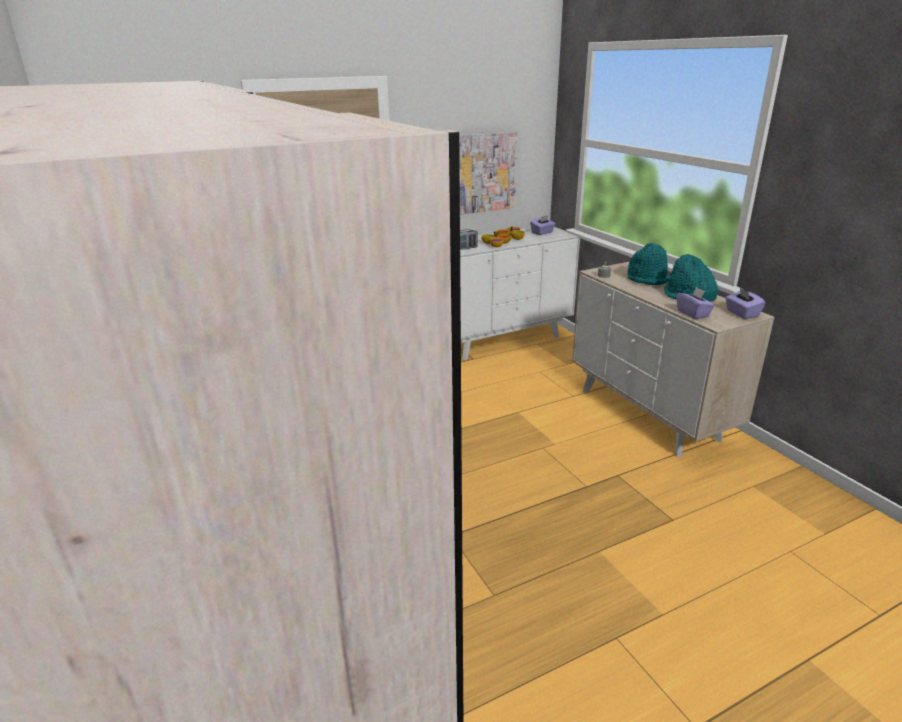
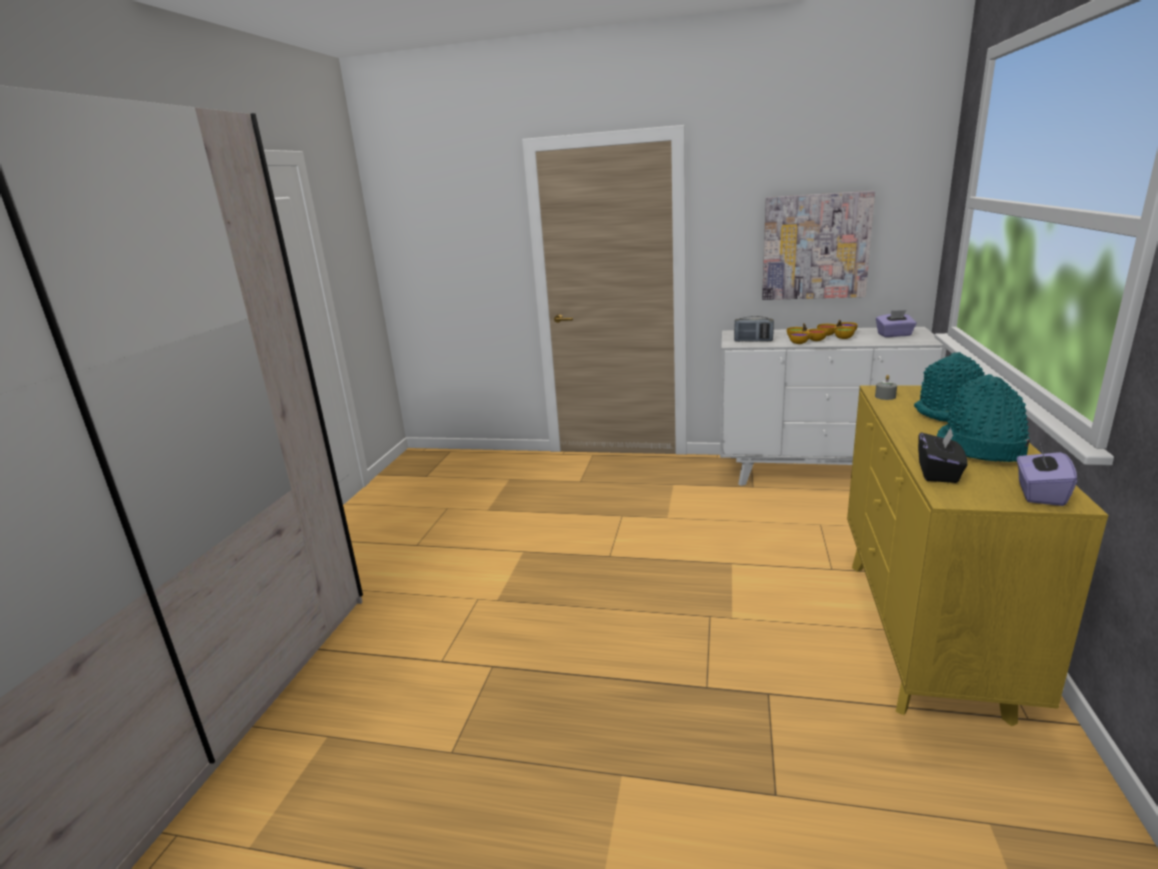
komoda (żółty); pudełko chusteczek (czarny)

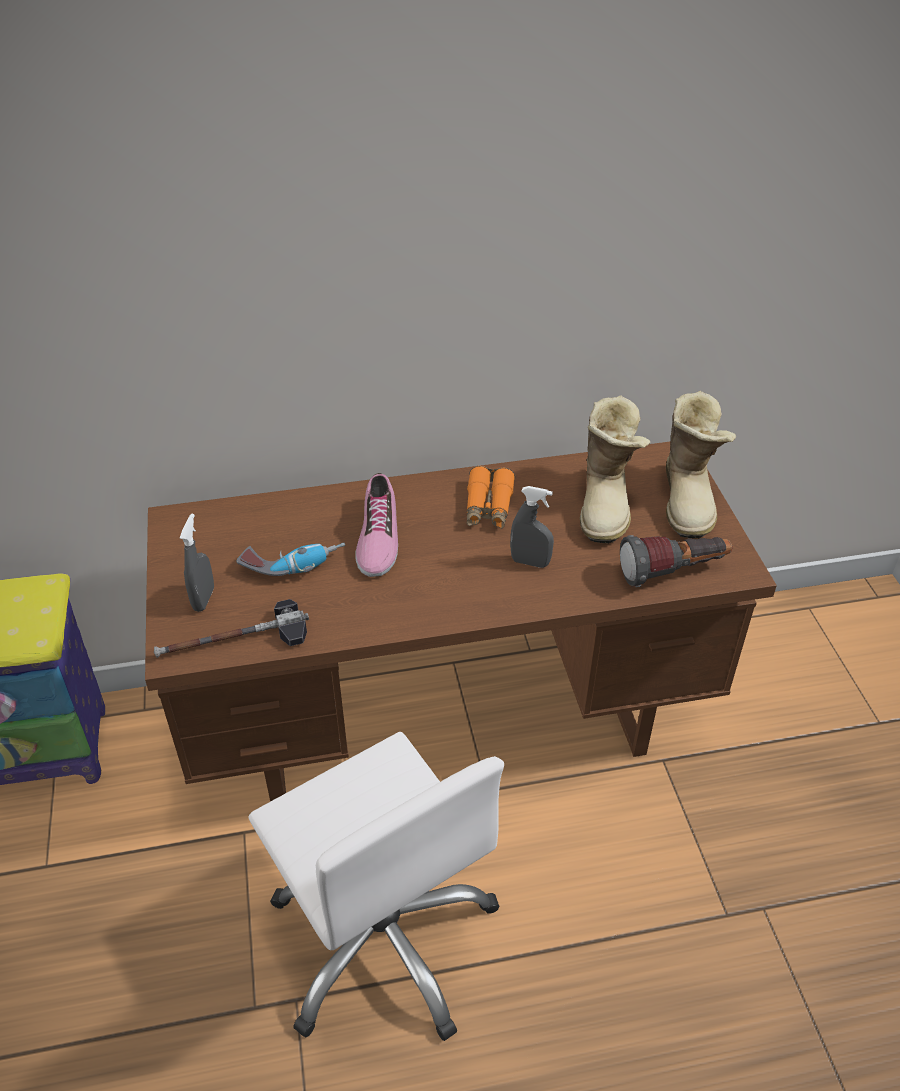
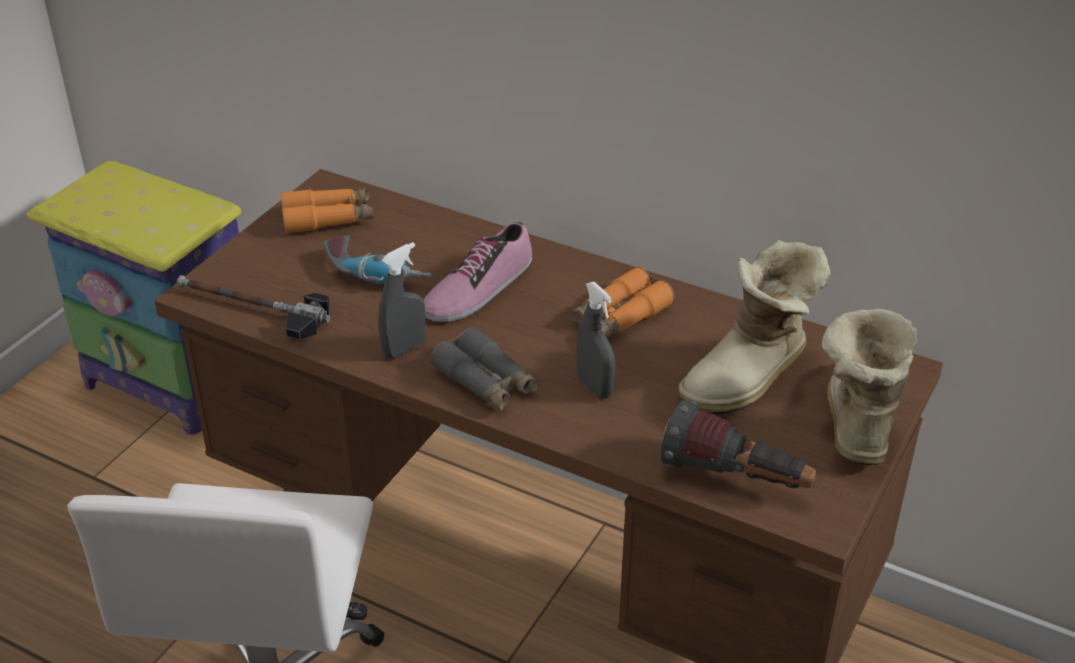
but z cholewką (2nd from left); spryskiwacz (szary) (1st from left); lornetka (pomarańczowy) (1st from left); lornetka (szary)

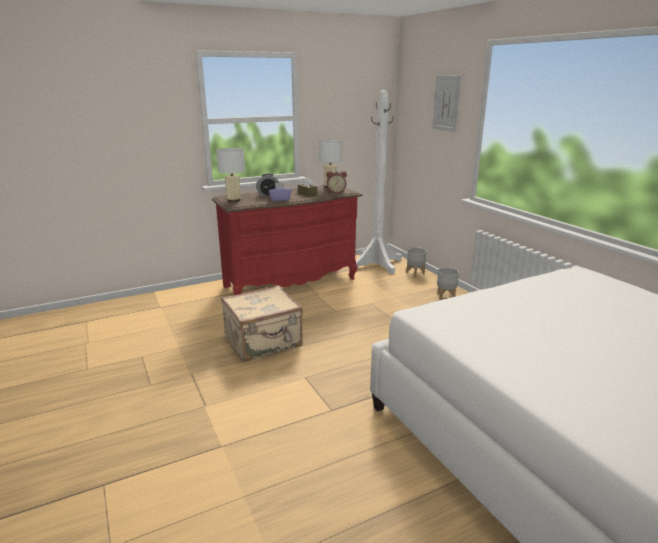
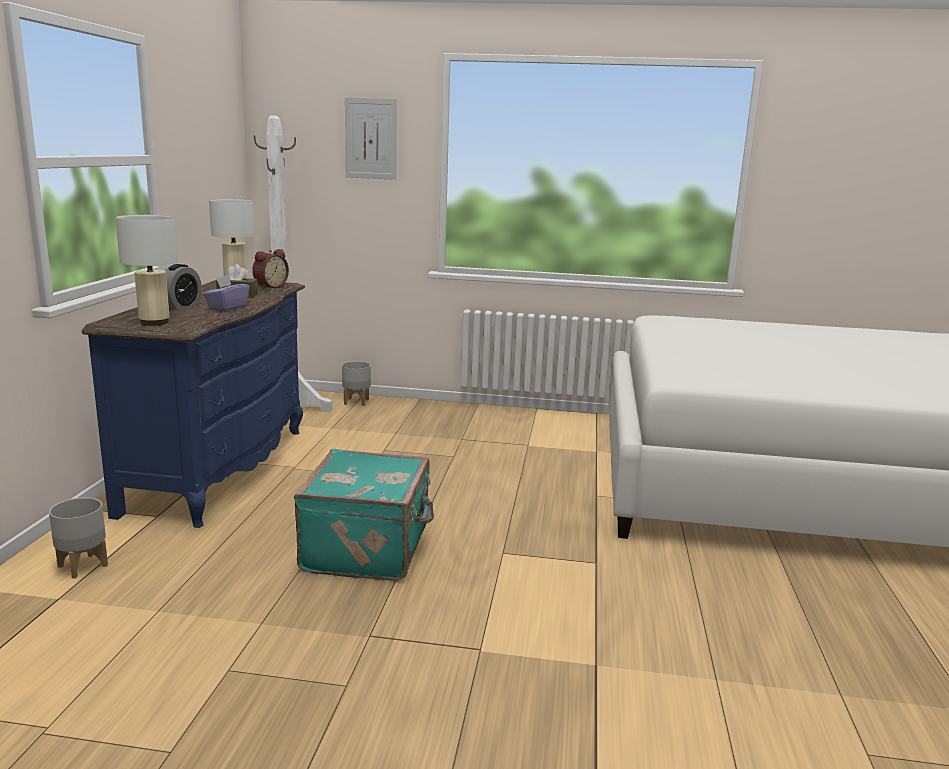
komoda (niebieski); donica (szary) (1st from left); walizka (turkusowy)

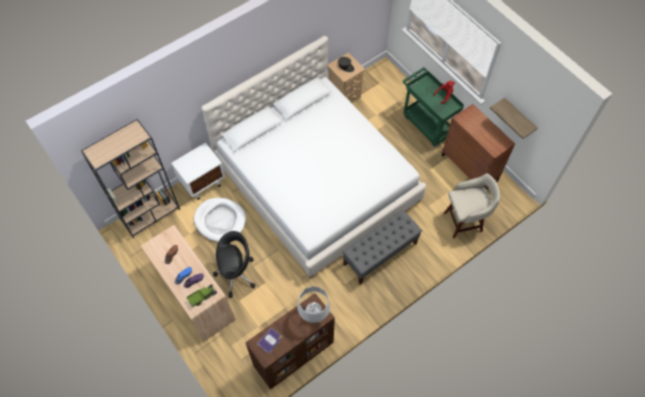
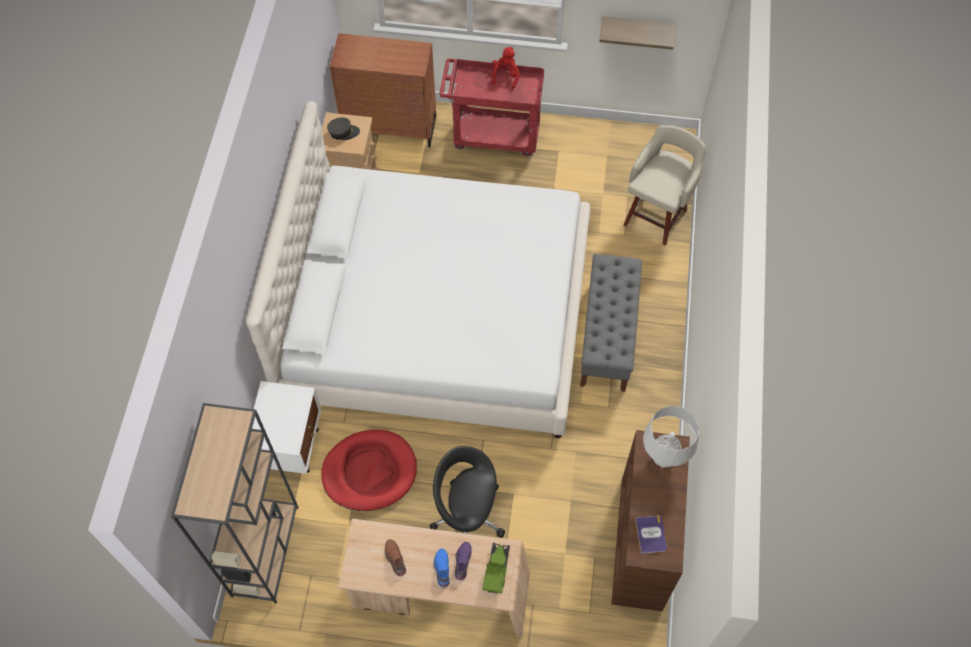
wózek (czerwony); komoda (brązowy); legowisko (czerwony); krzesło biurowe (czarny)

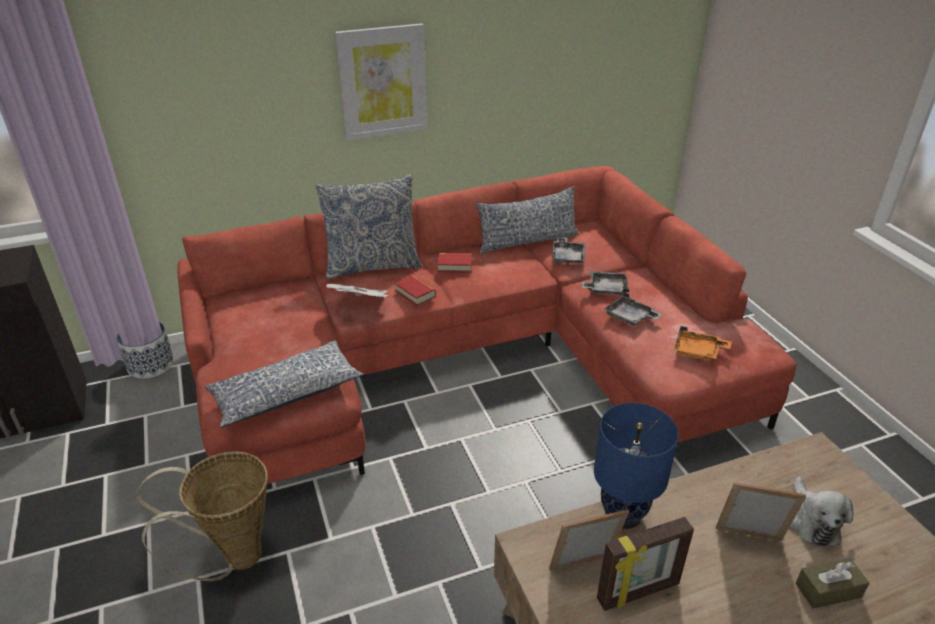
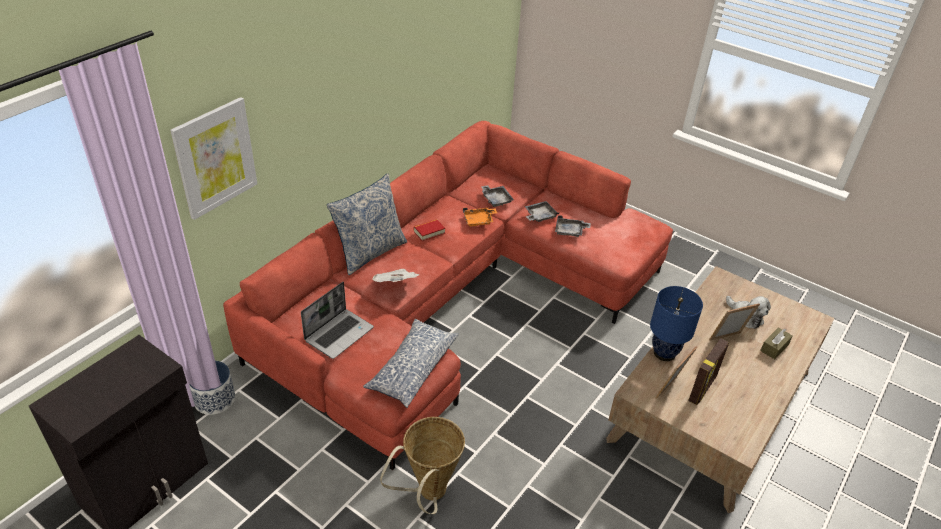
obraz; poduszka (3rd from left in the first image); książka (1st from left in the first image); taca (pomarańczowy); laptop

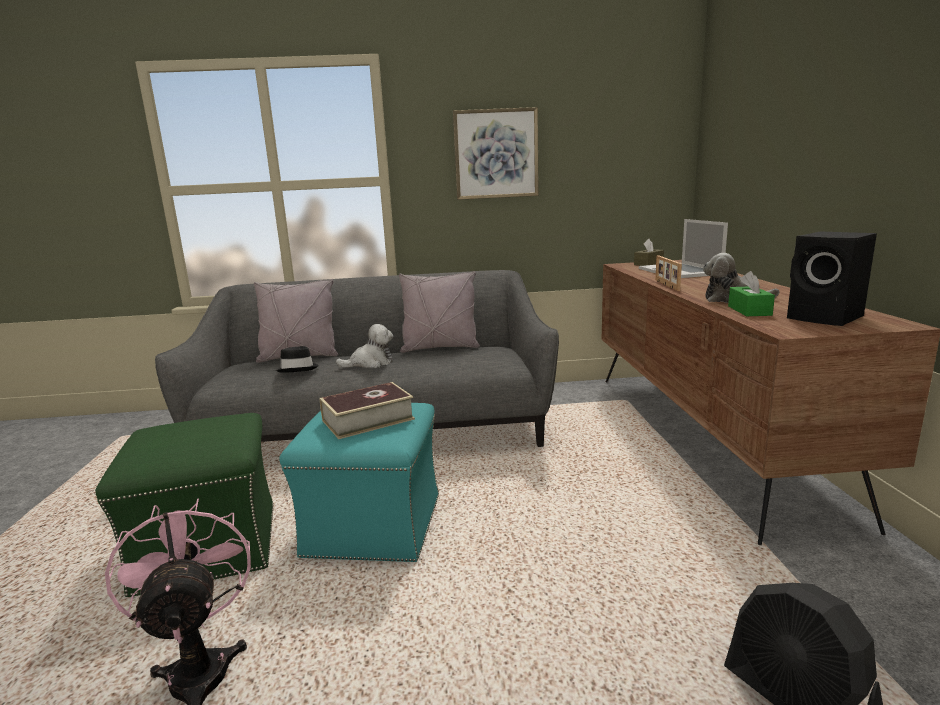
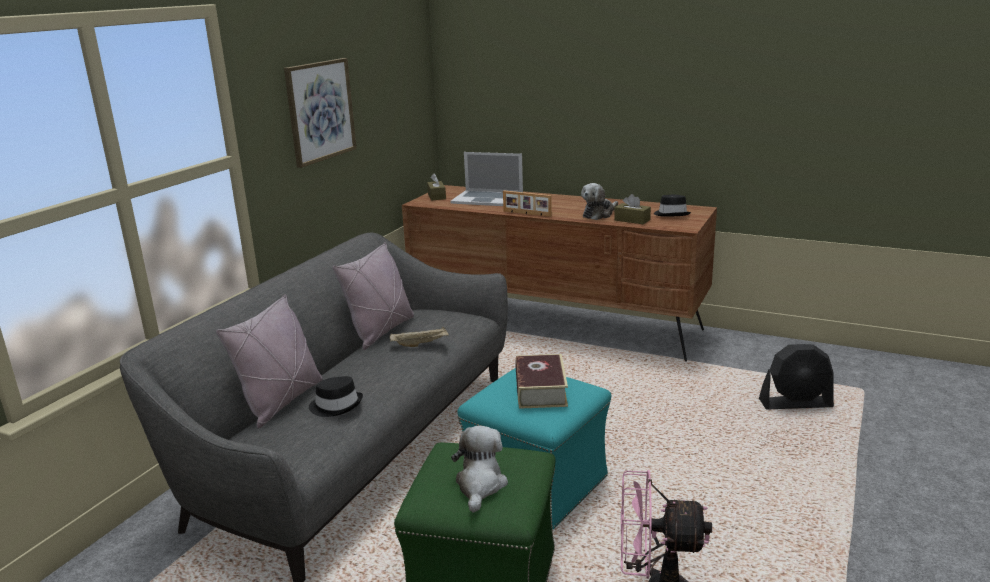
kapelusz (czarny) (2nd from left); pudełko chusteczek (brązowy) (2nd from left); pluszak (1st from left); taca (beżowy)

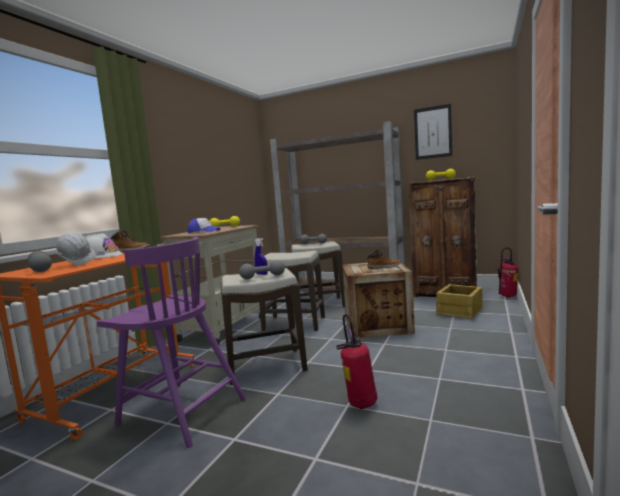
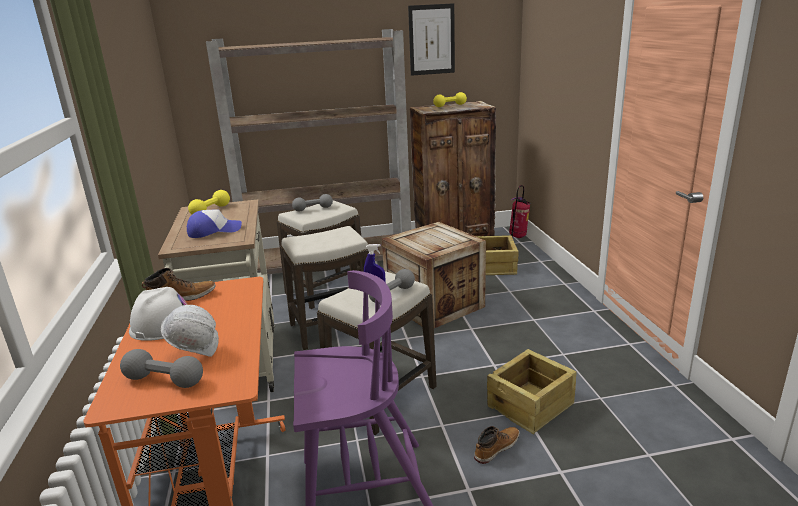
but z cholewką (2nd from left); skrzynka (3rd from left)

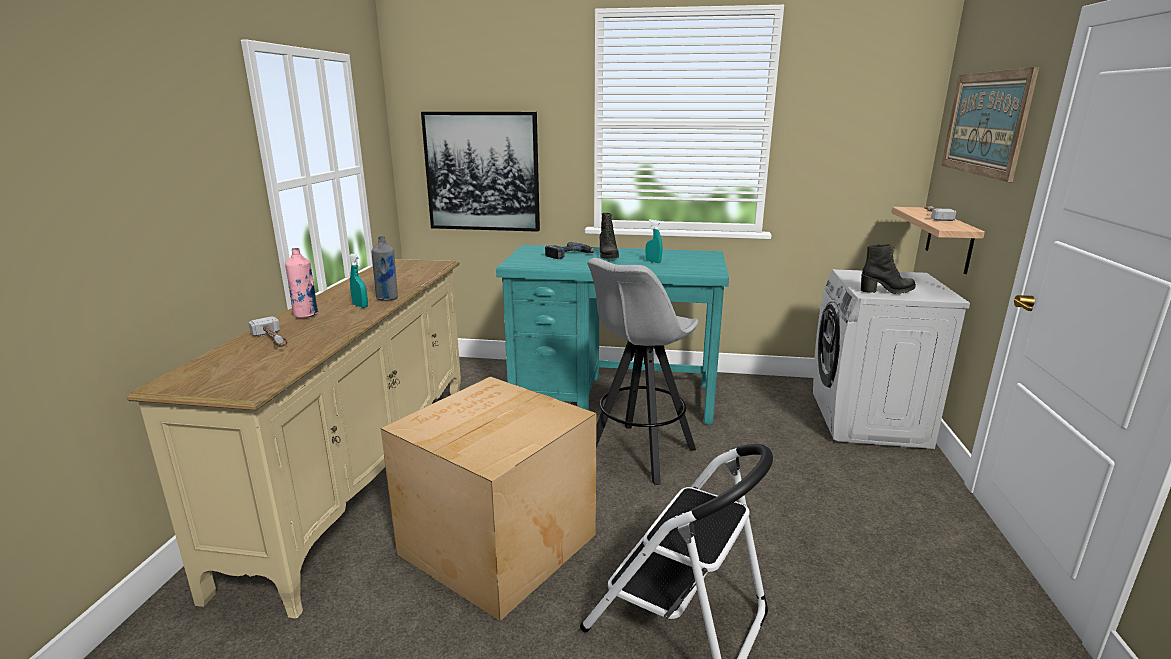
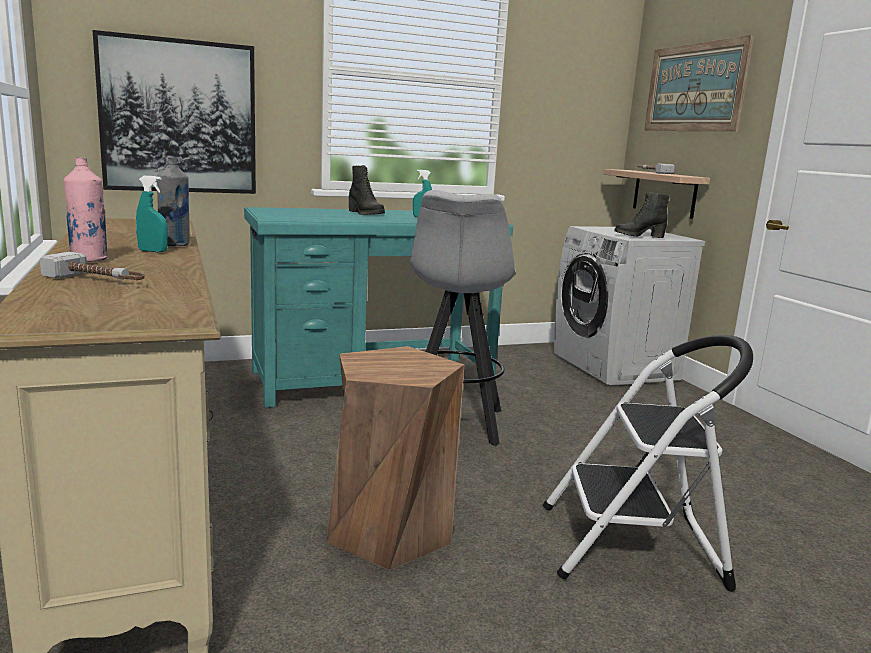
wiertarka; but z cholewką (czarny) (2nd from left); stołek (brązowy)

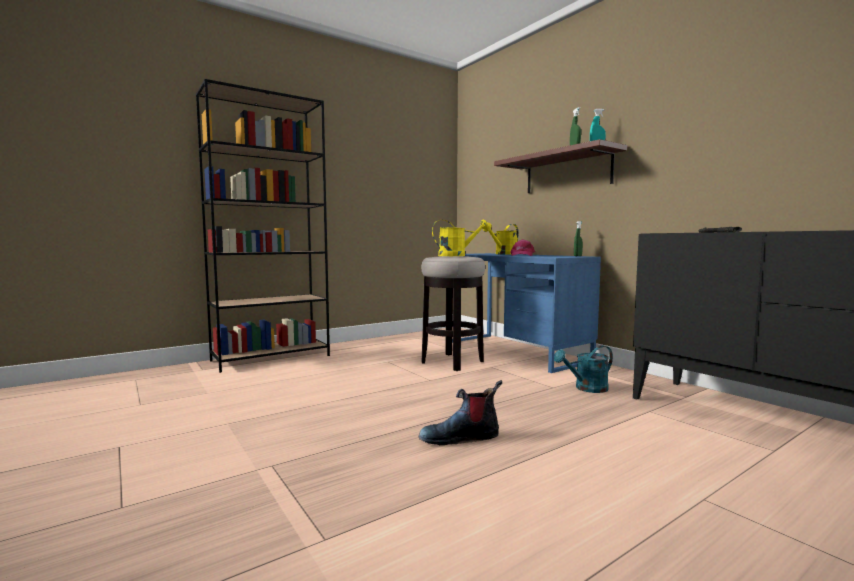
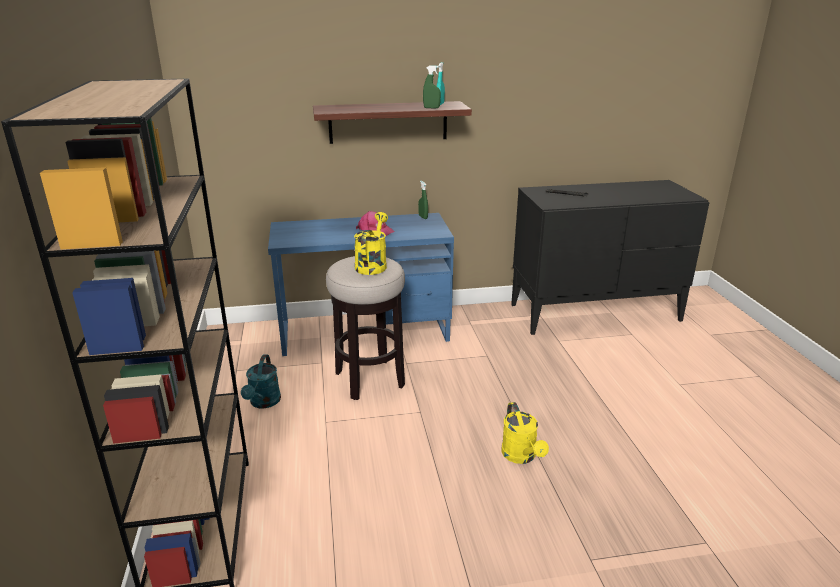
konewka (żółty) (2nd from left); konewka (turkusowy); but z cholewką

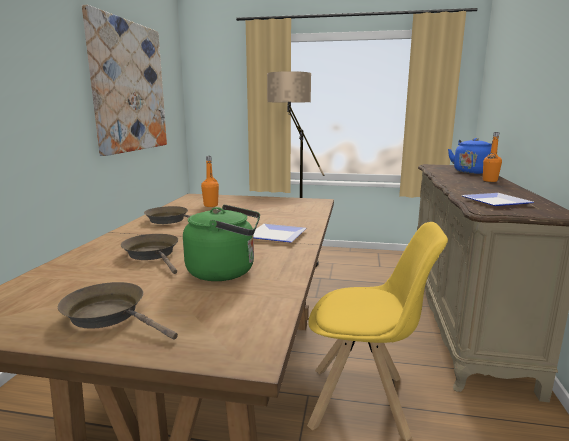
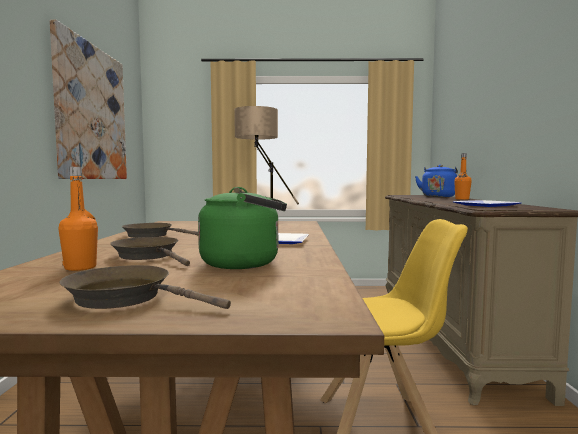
butelka (pomarańczowy) (1st from left)

